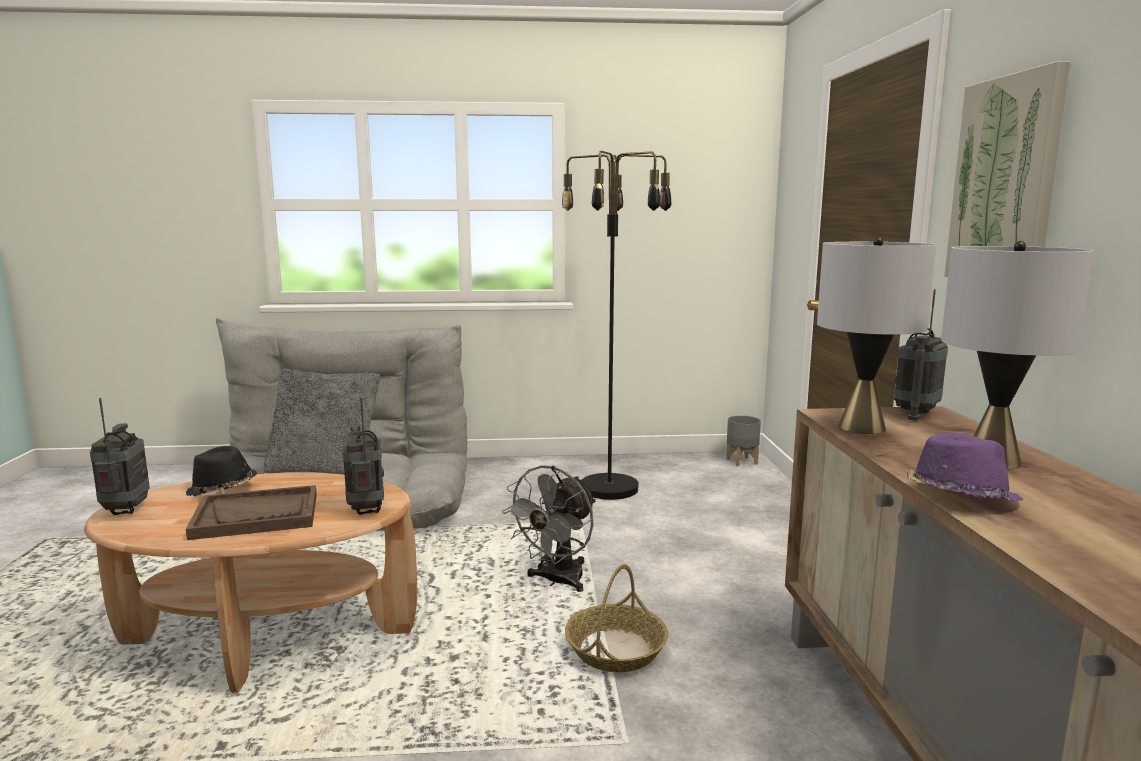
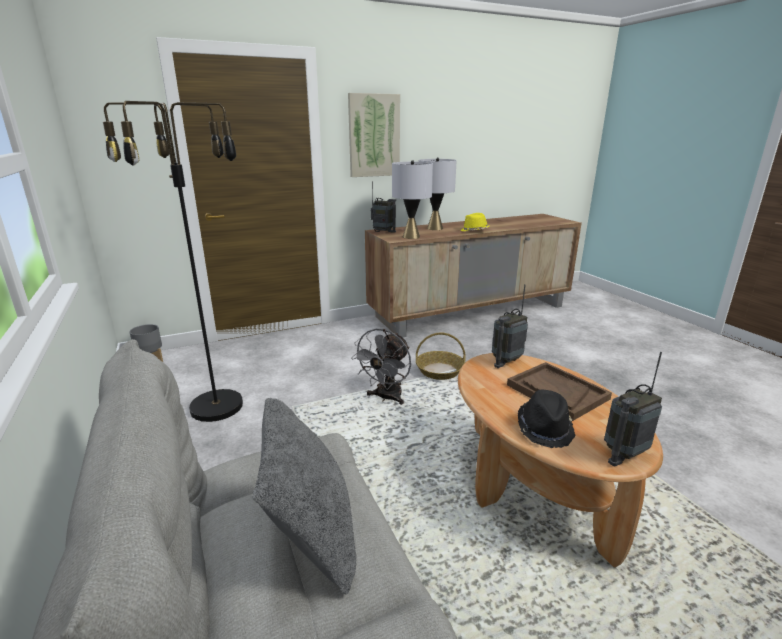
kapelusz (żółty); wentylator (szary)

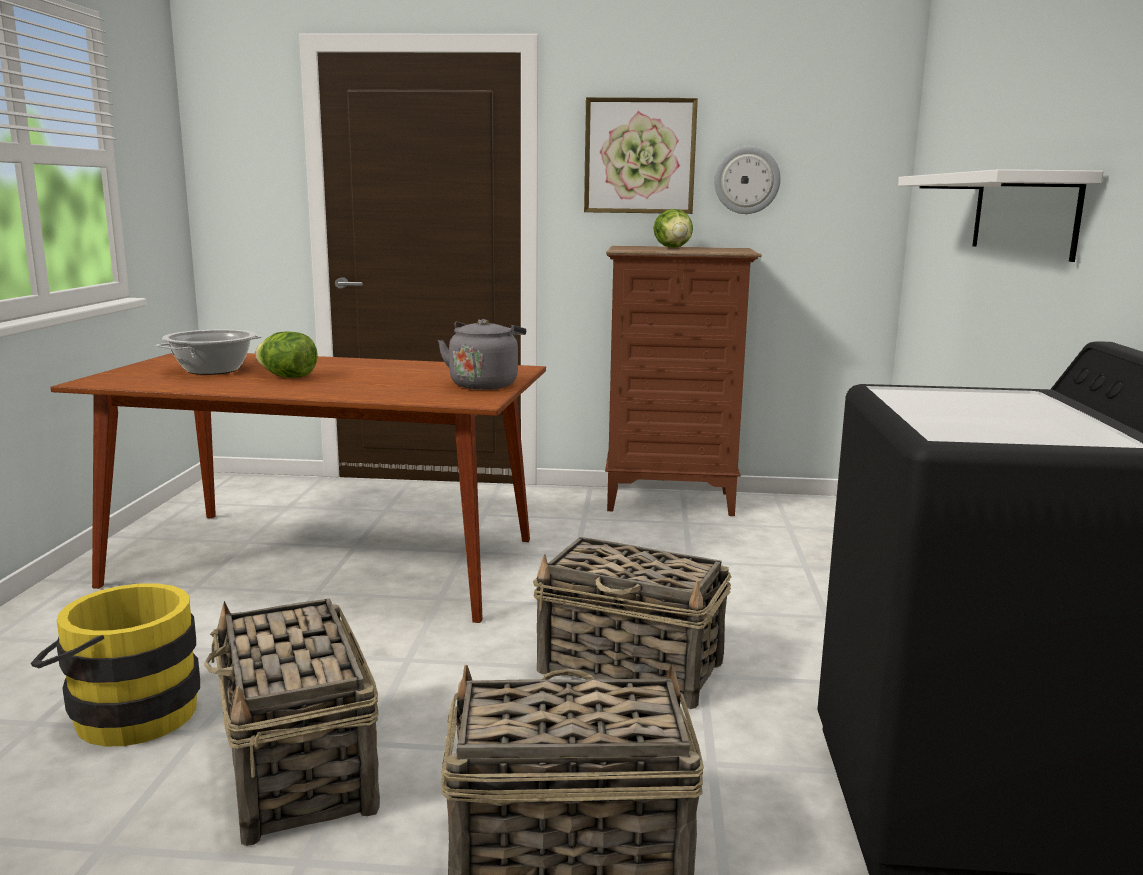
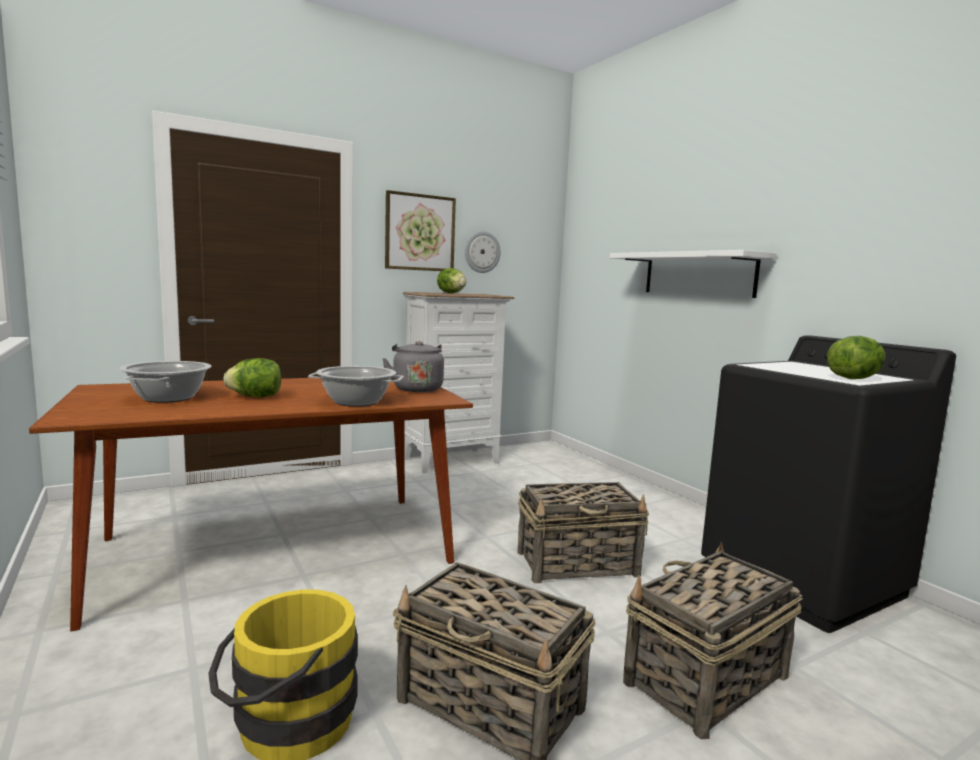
komoda (biały); sałata (3rd from left); garnek (2nd from left)

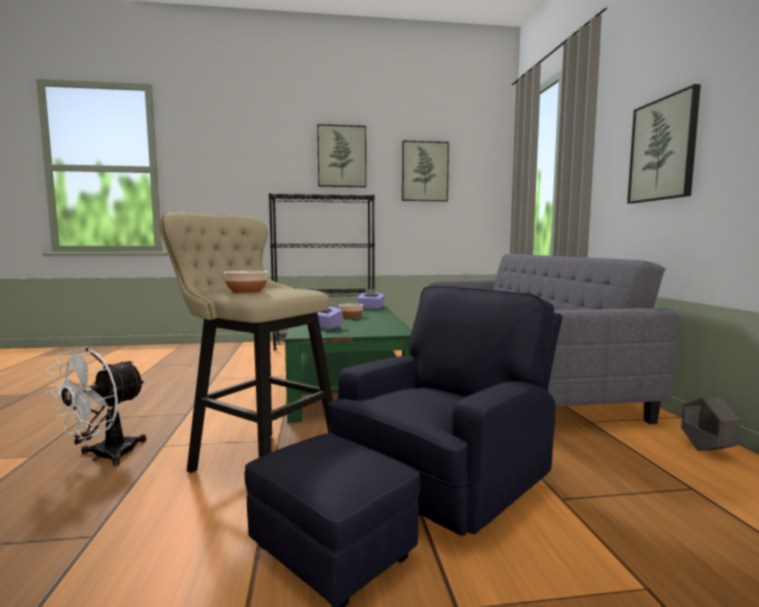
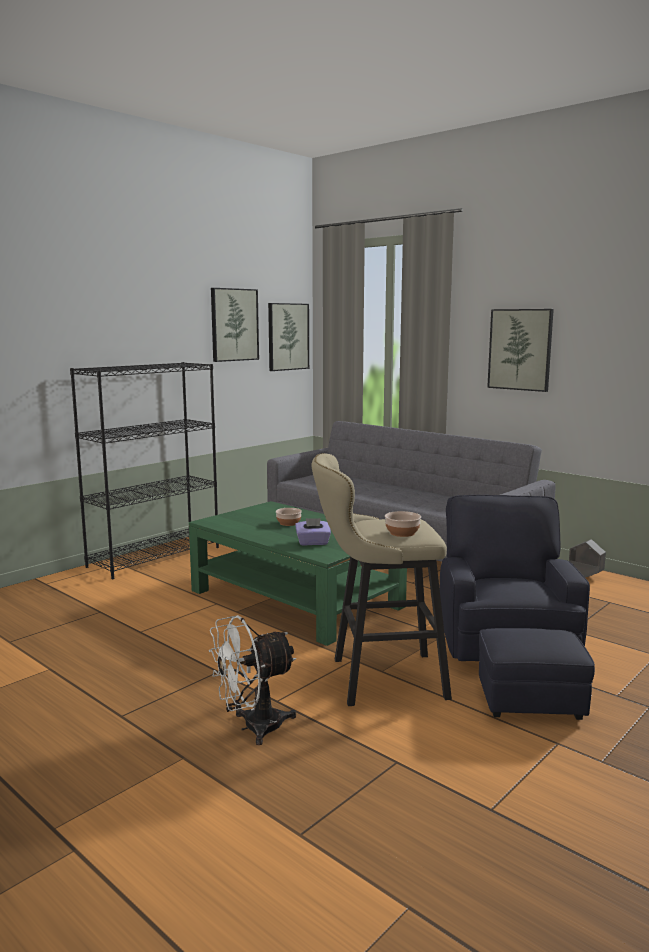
obraz (2nd from left); pudełko chusteczek (fioletowy) (2nd from left in the first image); wentylator (biały)

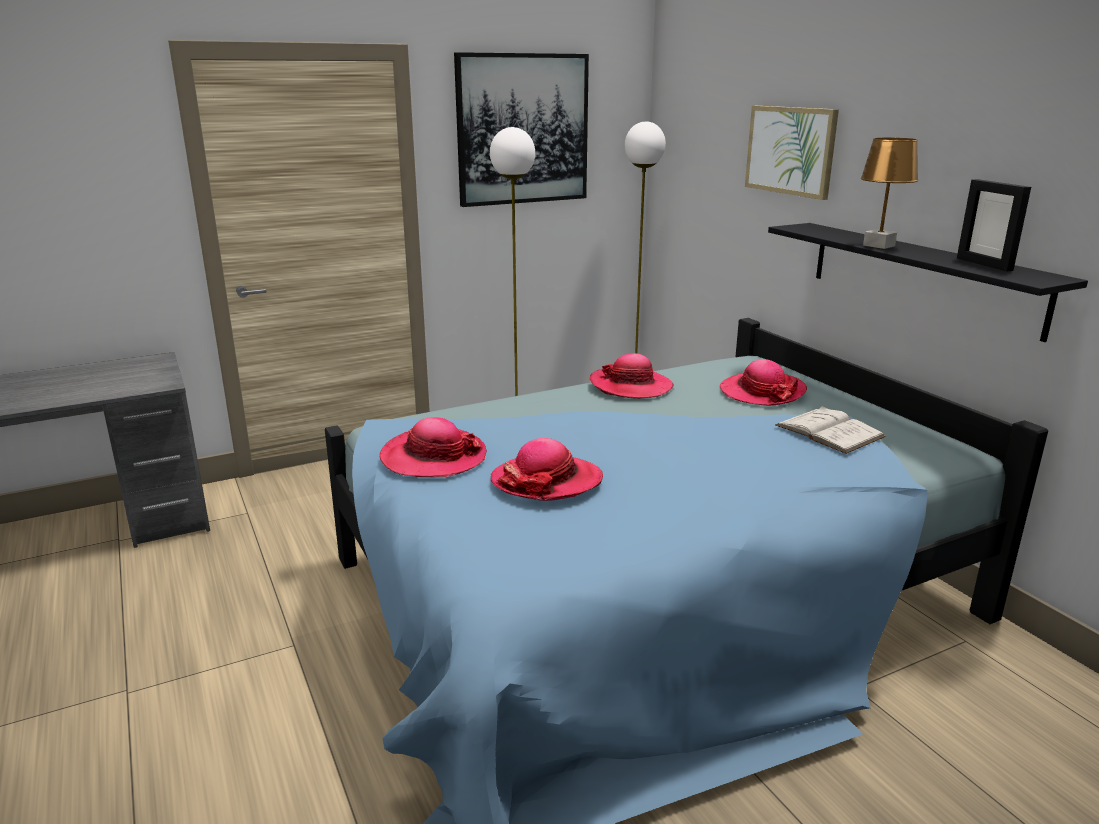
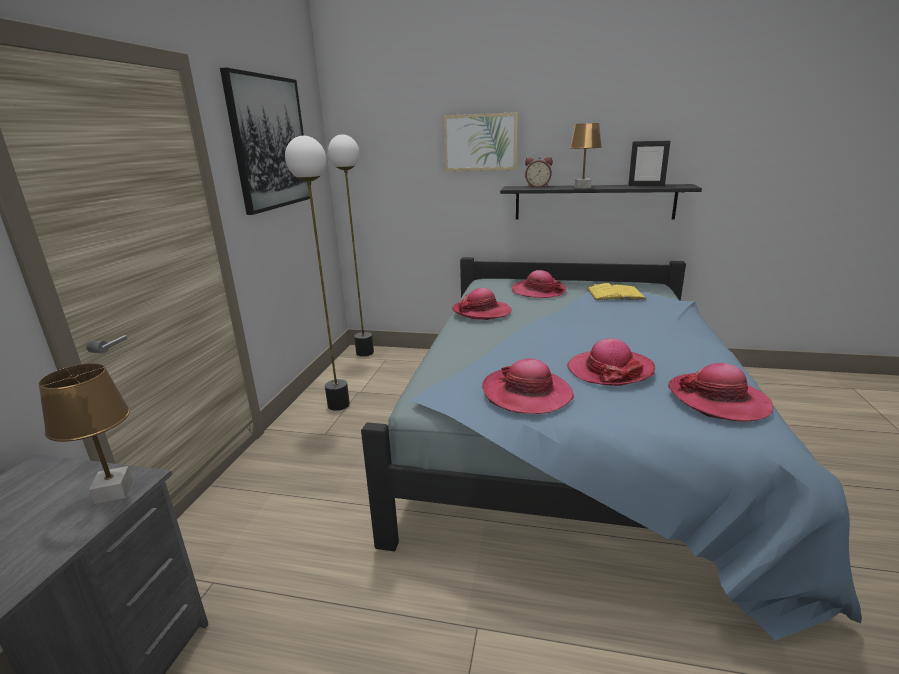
książka (żółty); budzik; lampa stołowa (brązowy) (1st from left); kapelusz (5th from left)

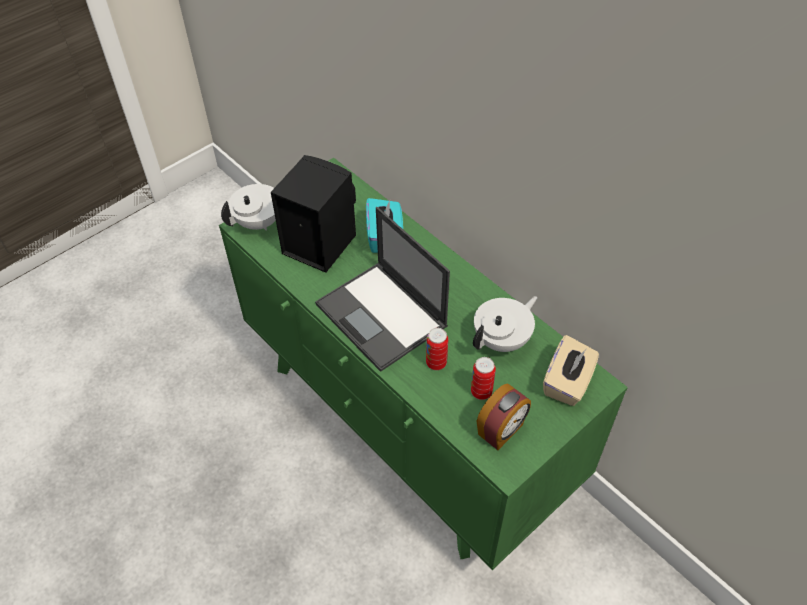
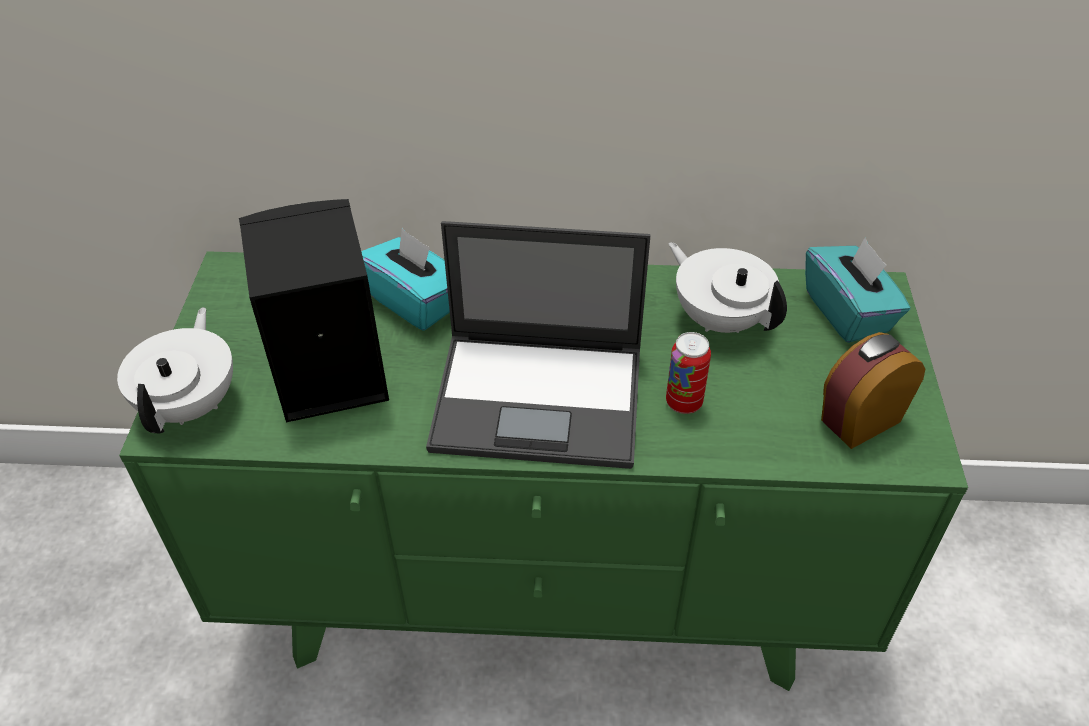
imbryk (biały) (2nd from left); pudełko chusteczek (turkusowy) (2nd from left); puszka (2nd from left in the first image); budzik

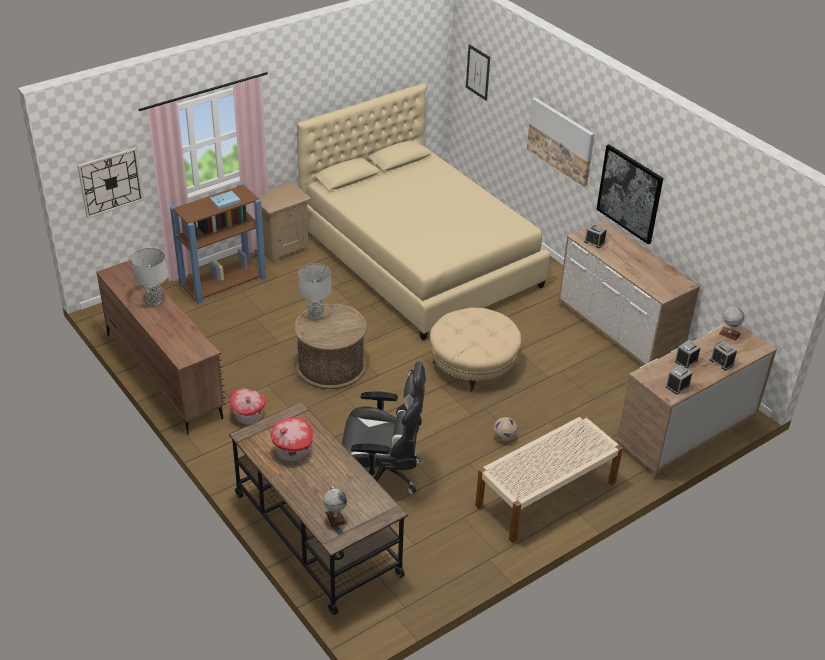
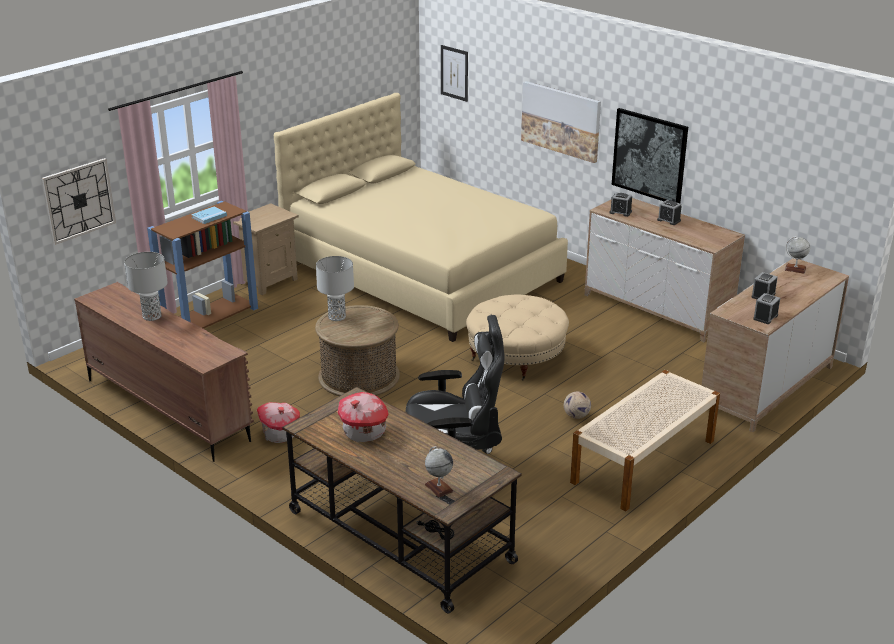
budzik (2nd from left)

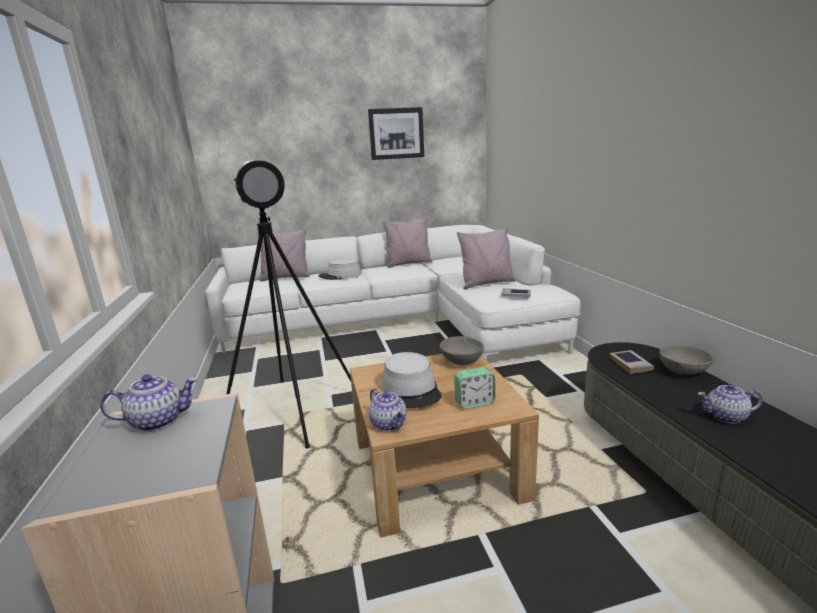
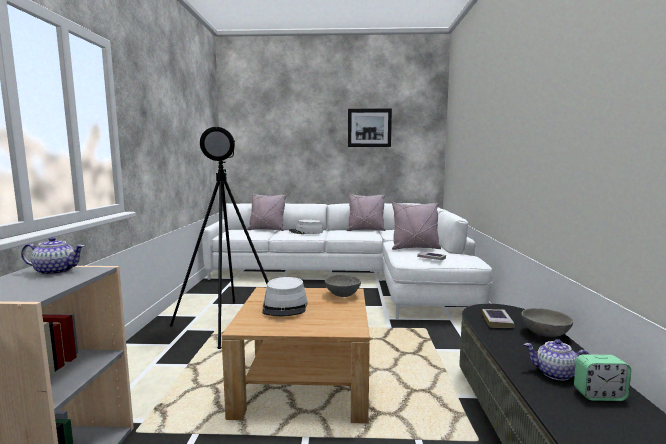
budzik; imbryk (2nd from left in the first image)

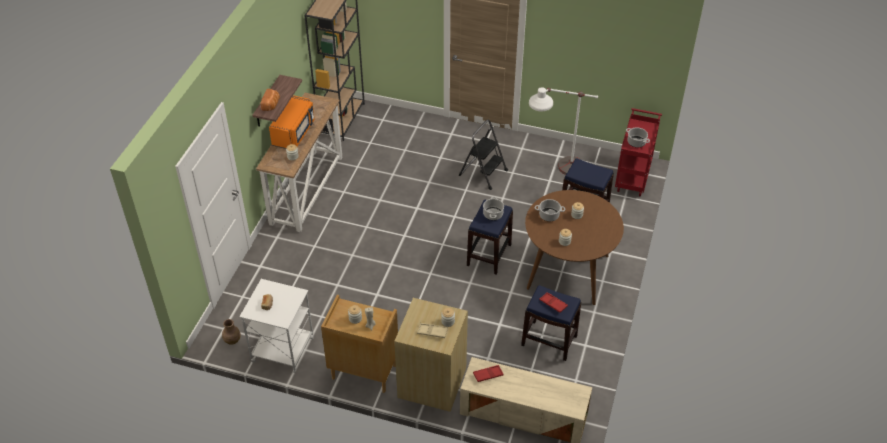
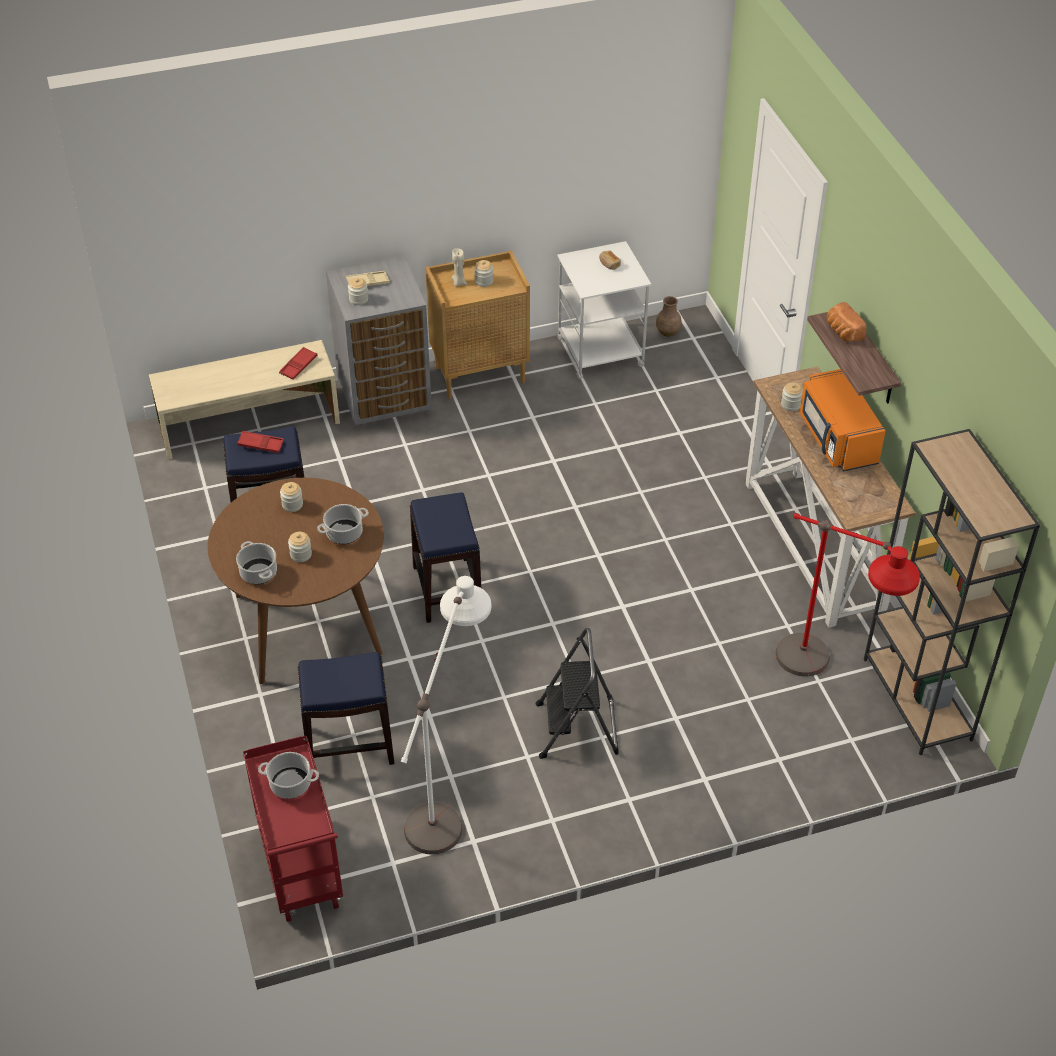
garnek (1st from left); komoda (szary); lampa stojąca (czerwony)

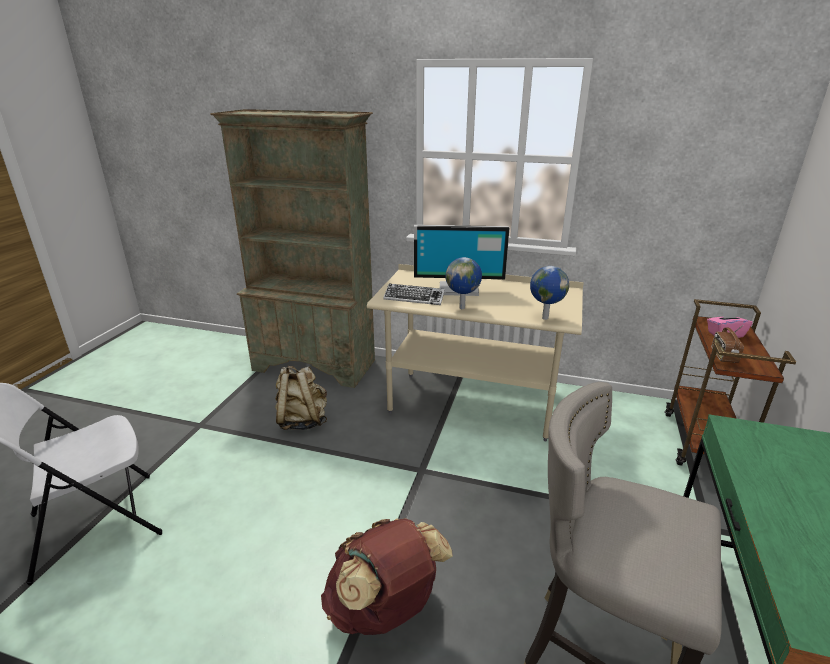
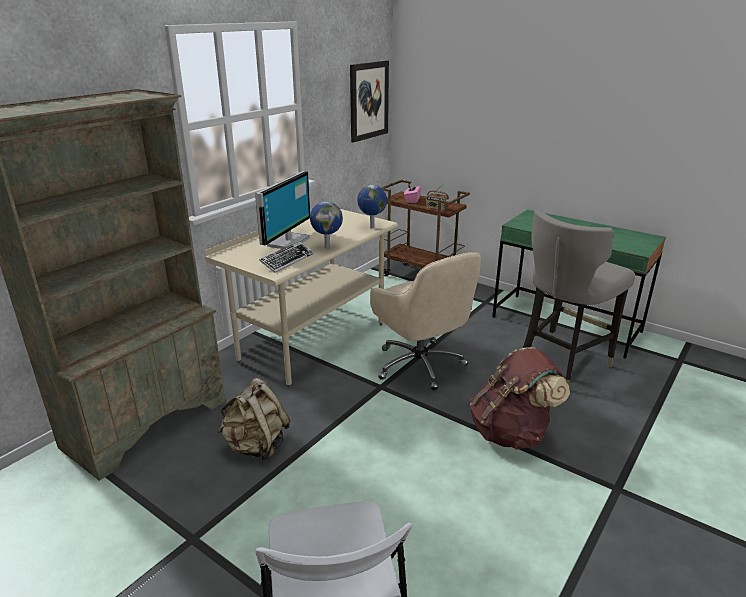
obraz; krzesło biurowe (beżowy)

